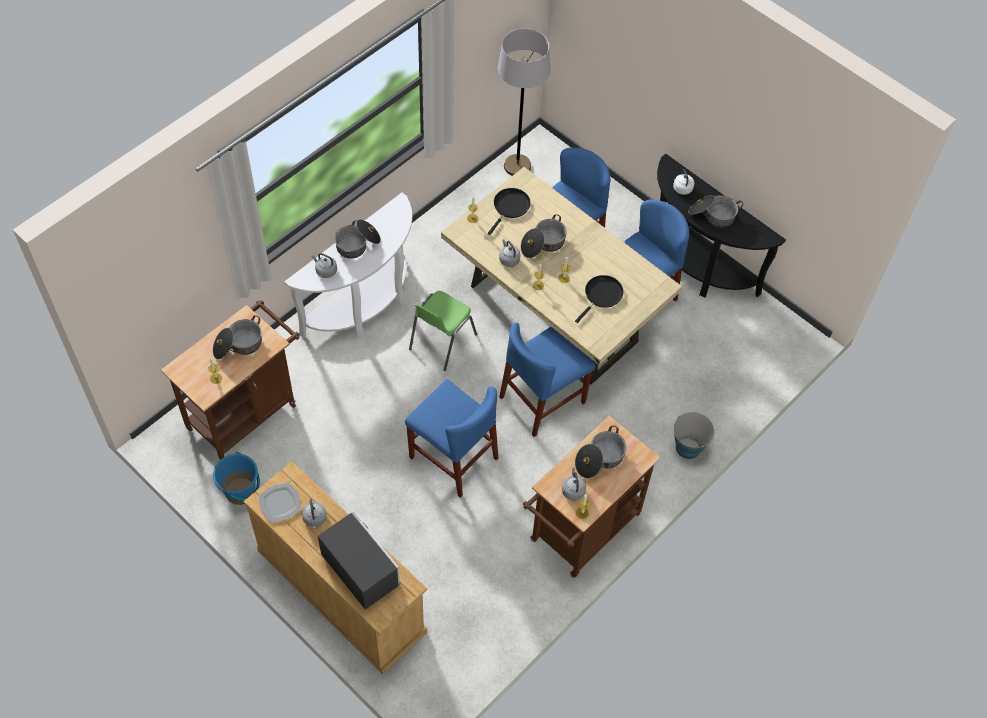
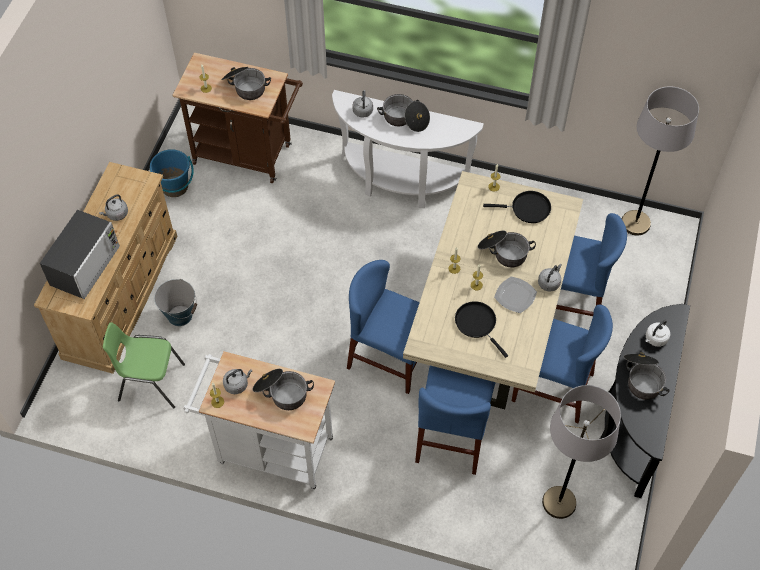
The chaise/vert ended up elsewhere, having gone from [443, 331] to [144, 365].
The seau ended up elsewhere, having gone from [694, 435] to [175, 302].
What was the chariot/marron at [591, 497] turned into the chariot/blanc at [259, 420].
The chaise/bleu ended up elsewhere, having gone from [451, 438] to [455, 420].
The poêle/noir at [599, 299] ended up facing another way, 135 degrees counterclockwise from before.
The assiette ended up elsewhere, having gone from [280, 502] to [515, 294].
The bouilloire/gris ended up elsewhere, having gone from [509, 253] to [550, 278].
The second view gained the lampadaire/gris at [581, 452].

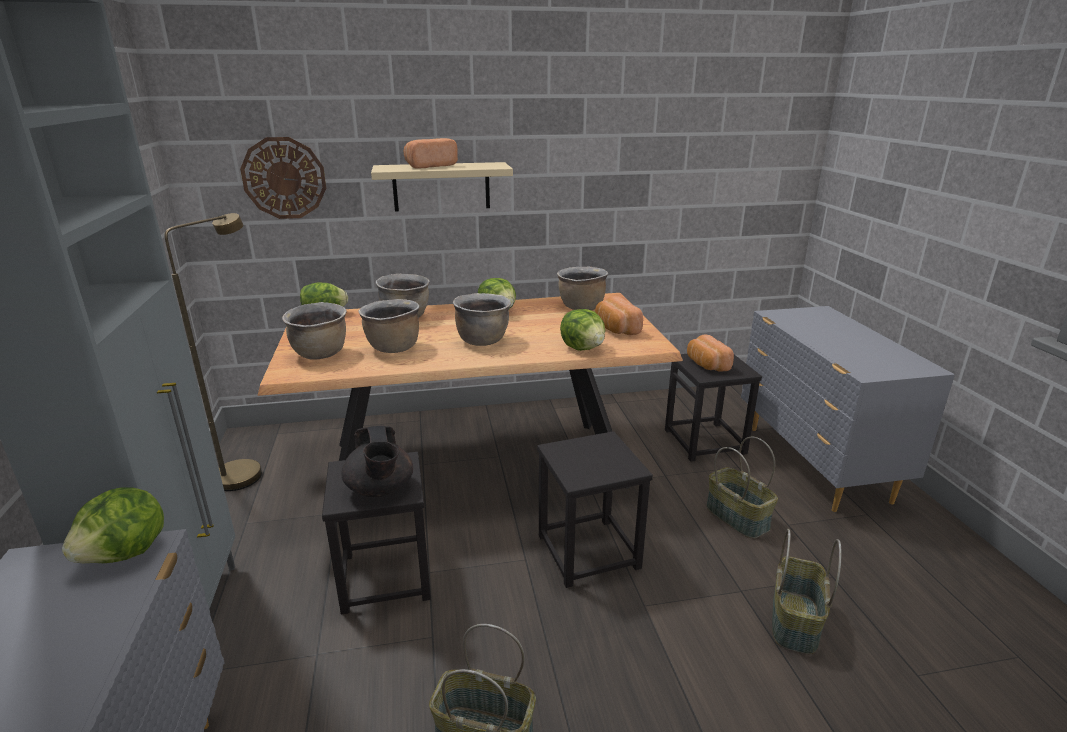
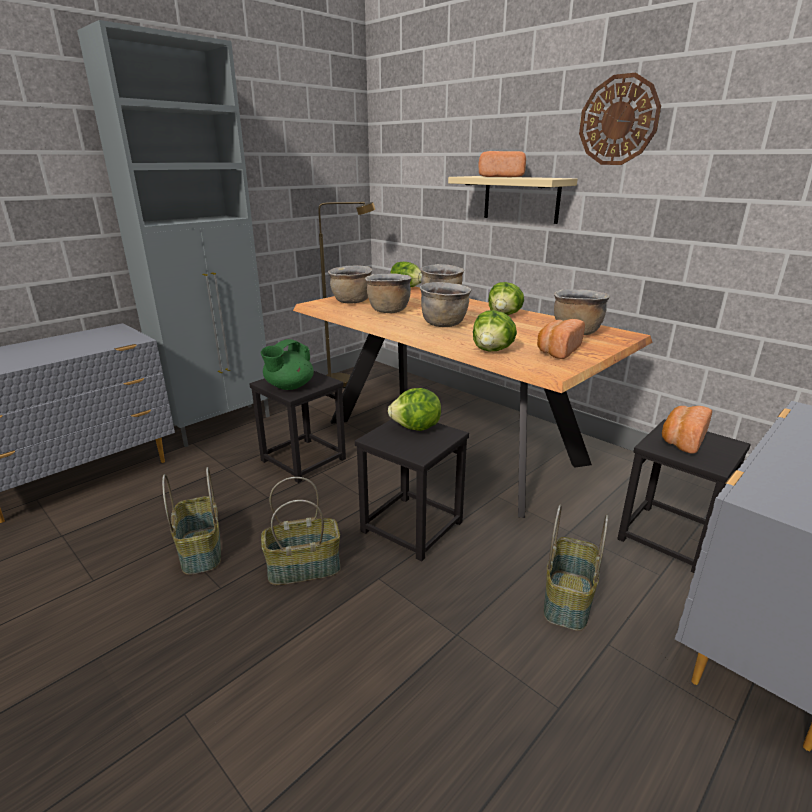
What was the théière/noir at [377, 461] turned into the théière/vert at [287, 364].
The panier ended up elsewhere, having gone from [807, 592] to [301, 531].
The laitue ended up elsewhere, having gone from [113, 525] to [414, 409].
The horloge murale ended up elsewhere, having gone from [283, 178] to [620, 119].

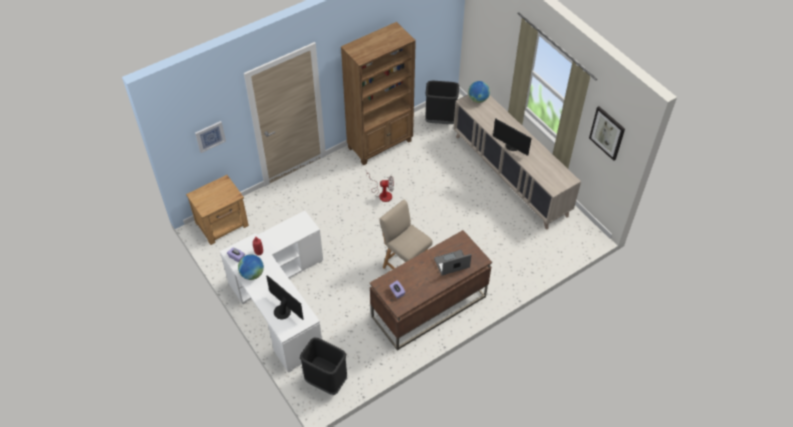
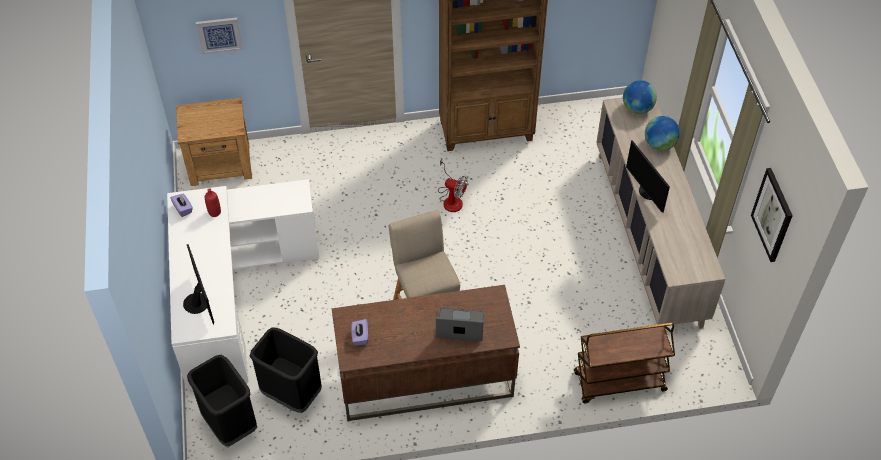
The poubelle/noir ended up elsewhere, having gone from [442, 102] to [286, 370].
The second view gained the chariot/marron at [624, 363].
The globe ended up elsewhere, having gone from [251, 267] to [662, 133].

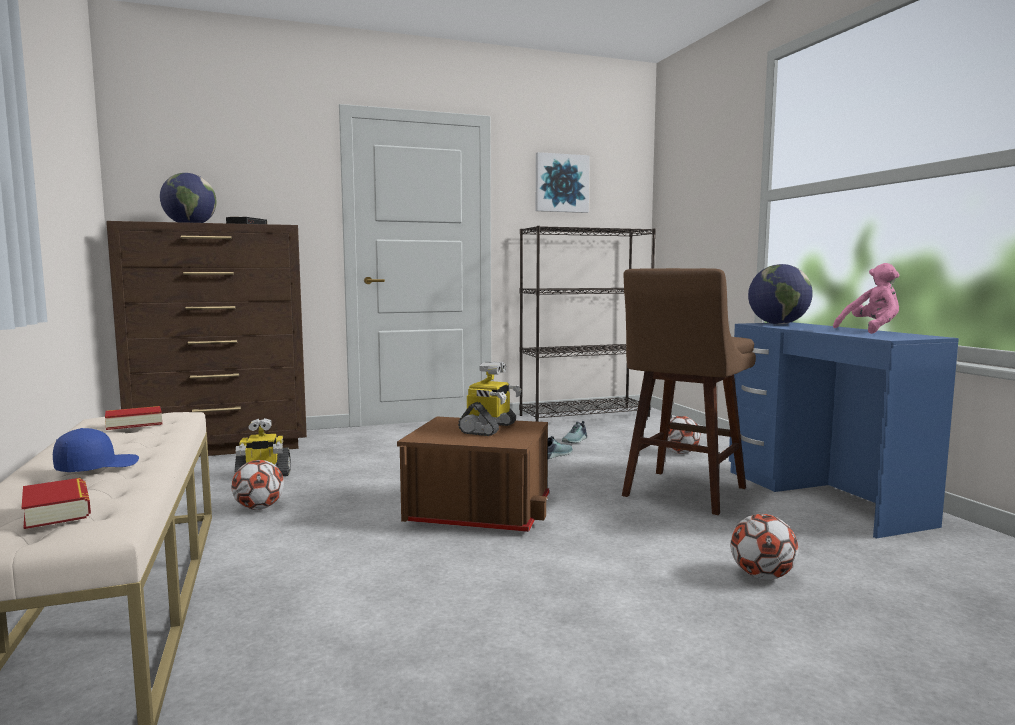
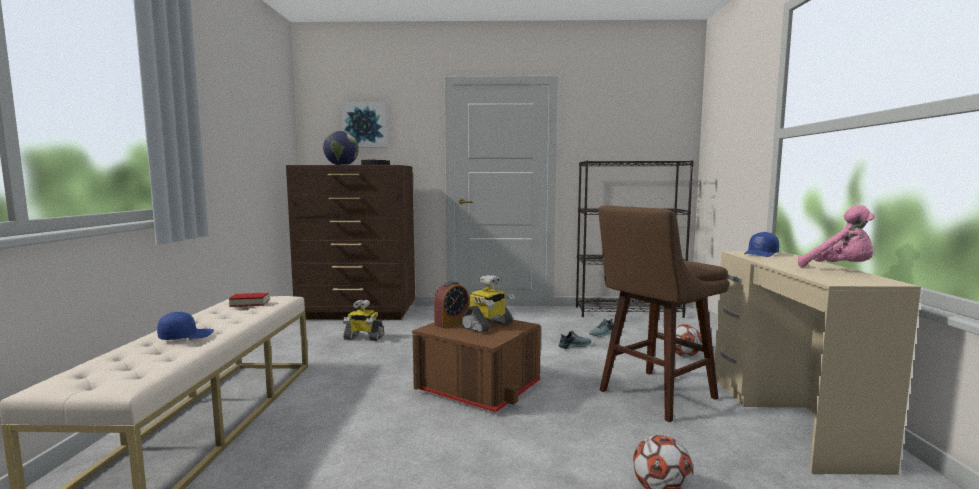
The tableau ended up elsewhere, having gone from [563, 182] to [364, 125].
The second view gained the réveil at [451, 304].
What was the bureau/bleu at [844, 430] turned into the bureau/beige at [817, 363].
Where the globe stood at [780, 294], the casquette/bleu came to stand at [761, 244].
The peluche/rose at [866, 298] ended up facing another way, 60 degrees clockwise from before.
The second view lost the livre at [56, 503].
The second view lost the ballon de foot at [257, 485].

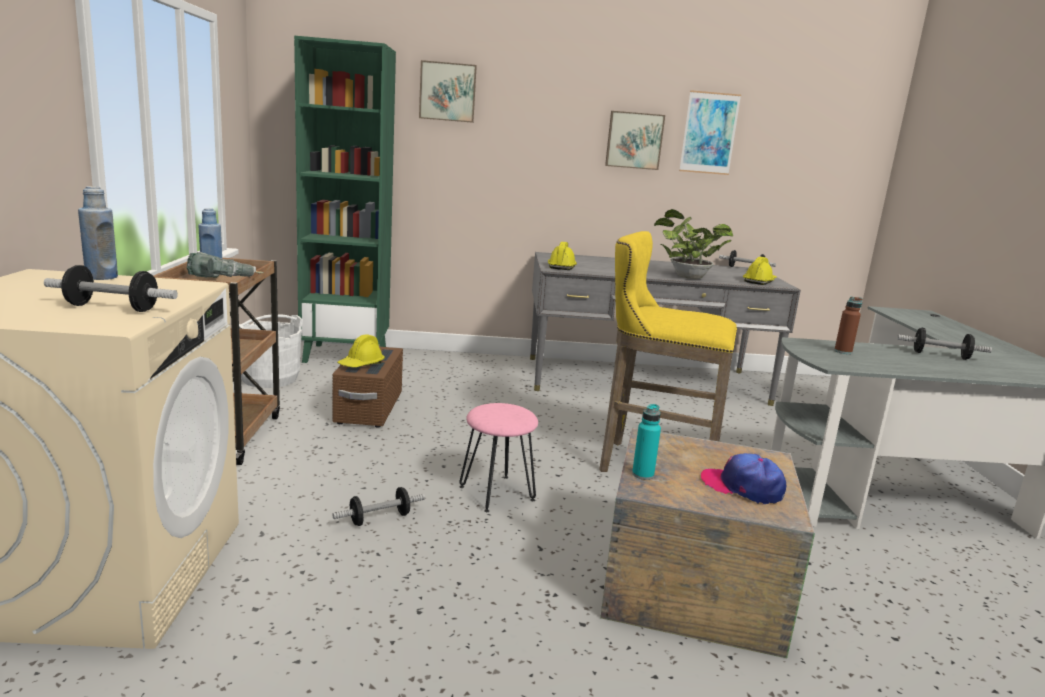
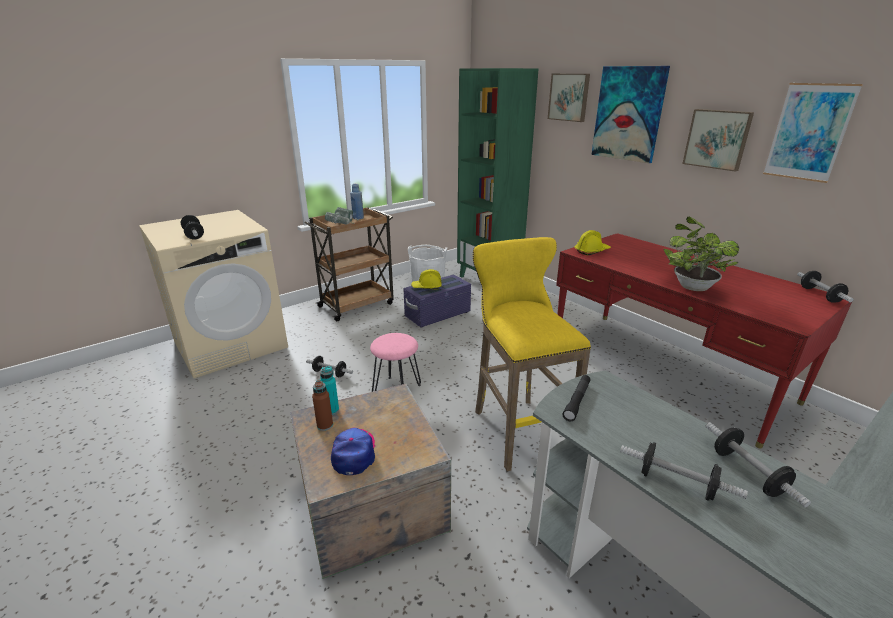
The bouteille/marron ended up elsewhere, having gone from [848, 325] to [322, 405].
What was the boîte de rangement/marron at [367, 387] turned into the boîte de rangement/violet at [437, 301].
What was the bureau/gris at [665, 329] turned into the bureau/rouge at [704, 341].
The second view gained the lampe de poche/noir at [576, 398].
The second view gained the tableau at [630, 114].
The second view gained the haltère at [684, 471].
The second view lost the bouteille/bleu at [98, 233].
The second view lost the casque de chantier/jaune at [760, 271].

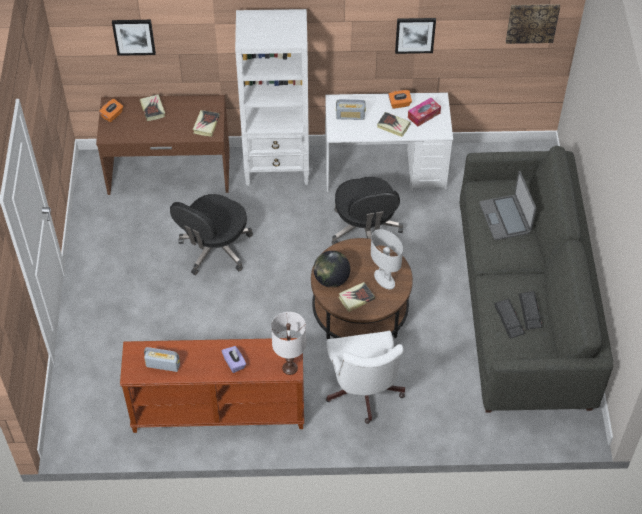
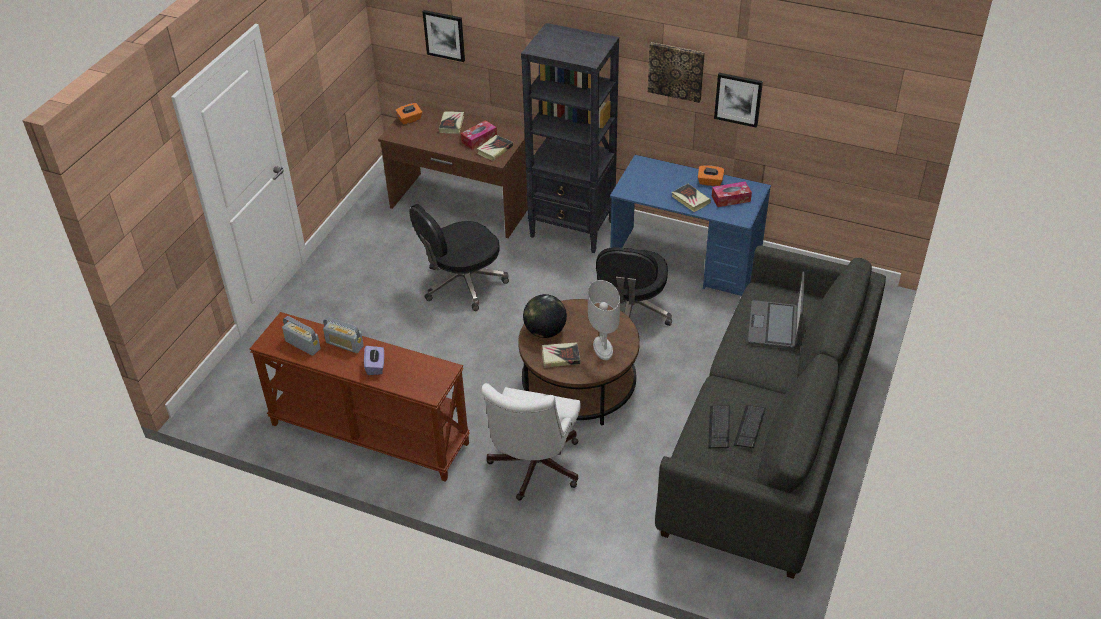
The radio ended up elsewhere, having gone from [351, 109] to [343, 335].
The second view gained the boîte à mouchoirs at [478, 135].
What was the bibliothèque/blanc at [272, 97] turned into the bibliothèque/noir at [570, 138].
What was the bureau/blanc at [389, 142] turned into the bureau/bleu at [690, 226].
The tableau ended up elsewhere, having gone from [533, 24] to [676, 72].
The second view lost the lampe de table/blanc at [288, 343].

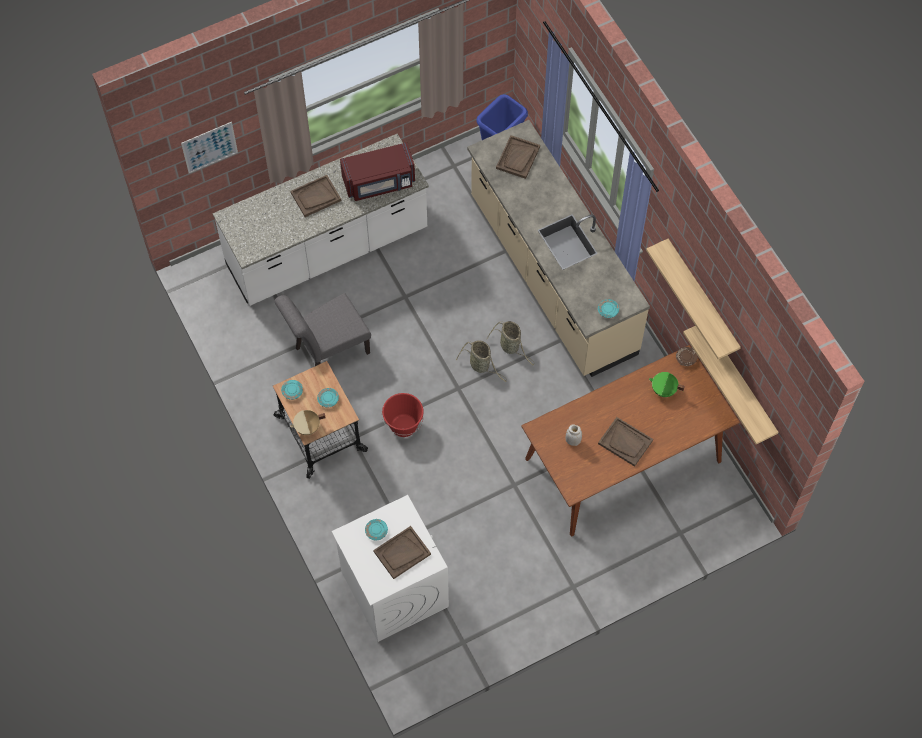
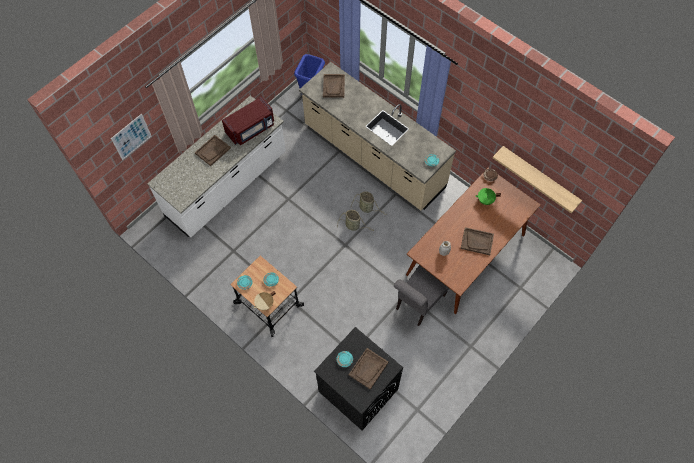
What was the lave-linge/blanc at [390, 568] turned into the lave-linge/noir at [358, 378].
The chaise/gris ended up elsewhere, having gone from [322, 329] to [421, 295].
The second view lost the seau/rouge at [403, 415].
The second view lost the étagère at [693, 299].

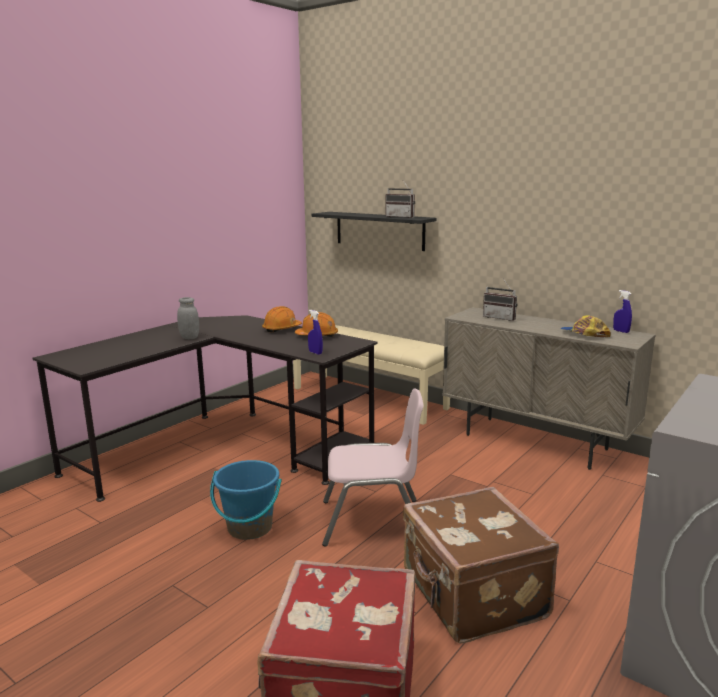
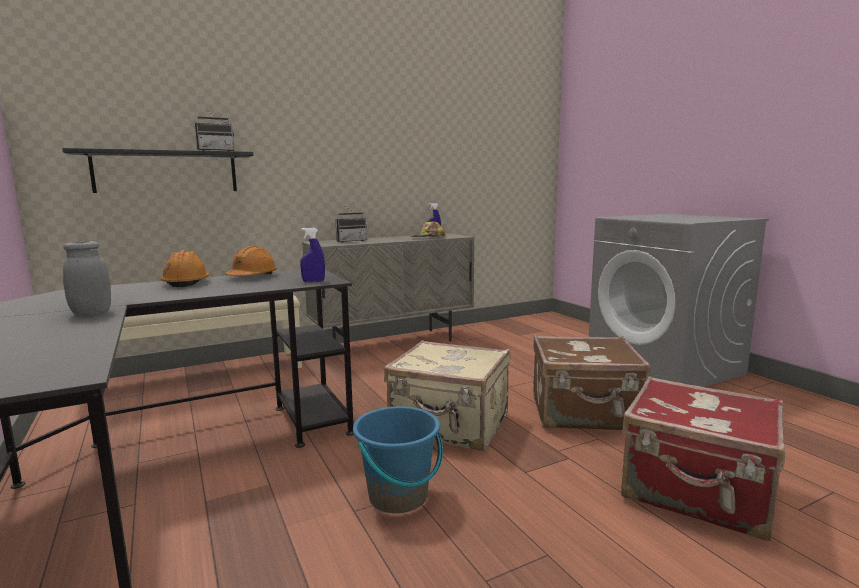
Where the chaise/rose stood at [373, 467], the valise/beige came to stand at [447, 395].

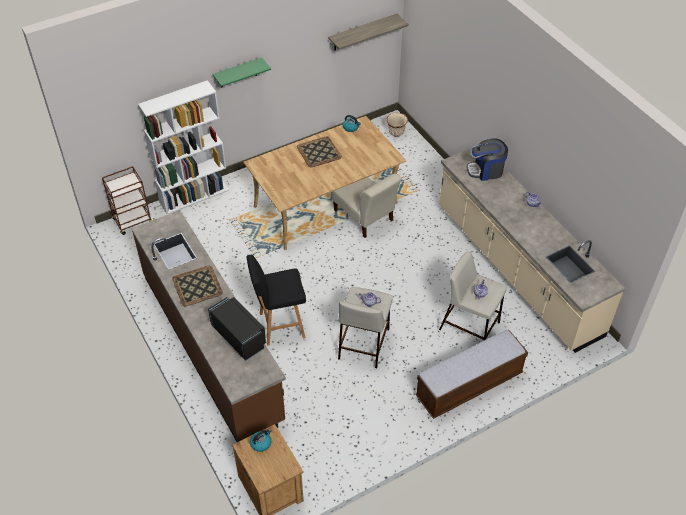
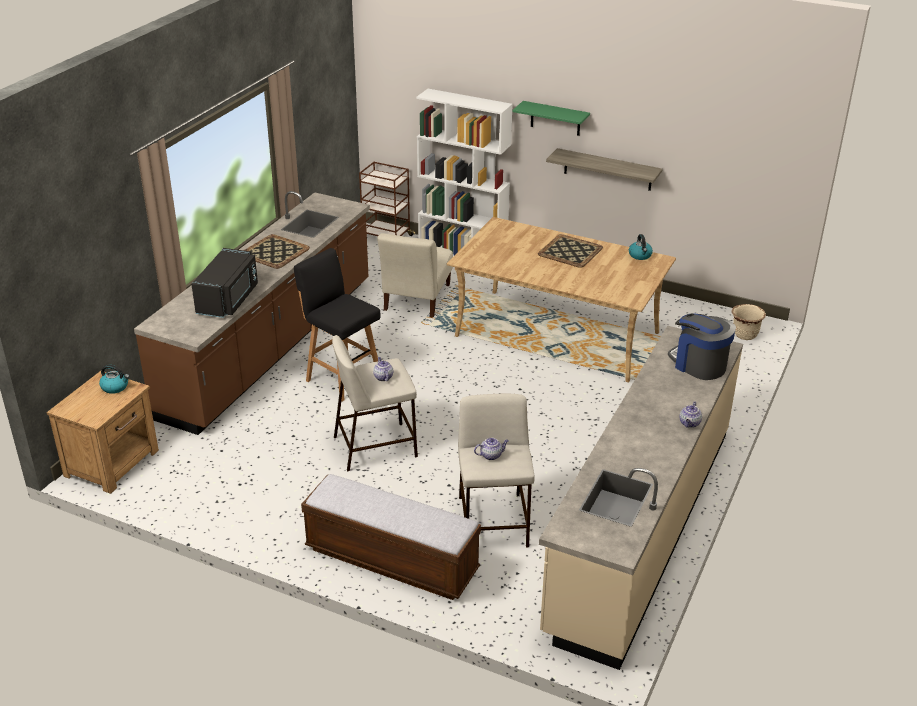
The chaise/beige ended up elsewhere, having gone from [367, 206] to [415, 275].
The étagère ended up elsewhere, having gone from [368, 32] to [604, 169].

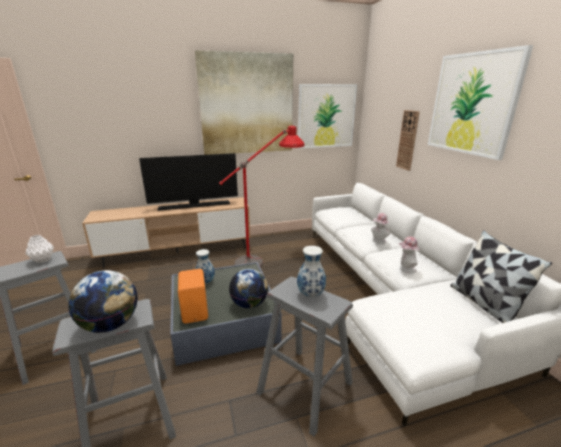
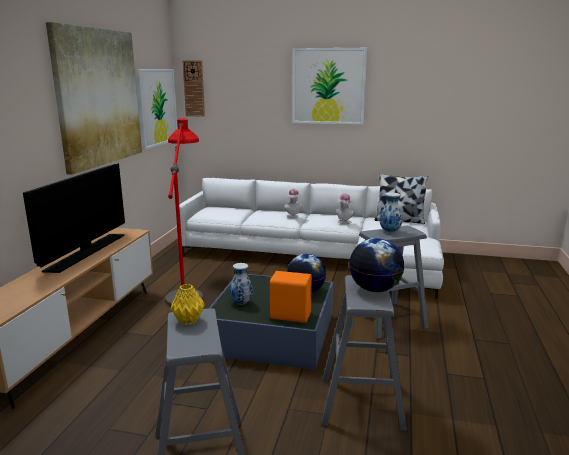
What was the vase/blanc at [39, 249] turned into the vase/jaune at [188, 304].
The horloge murale ended up elsewhere, having gone from [408, 140] to [194, 88].

